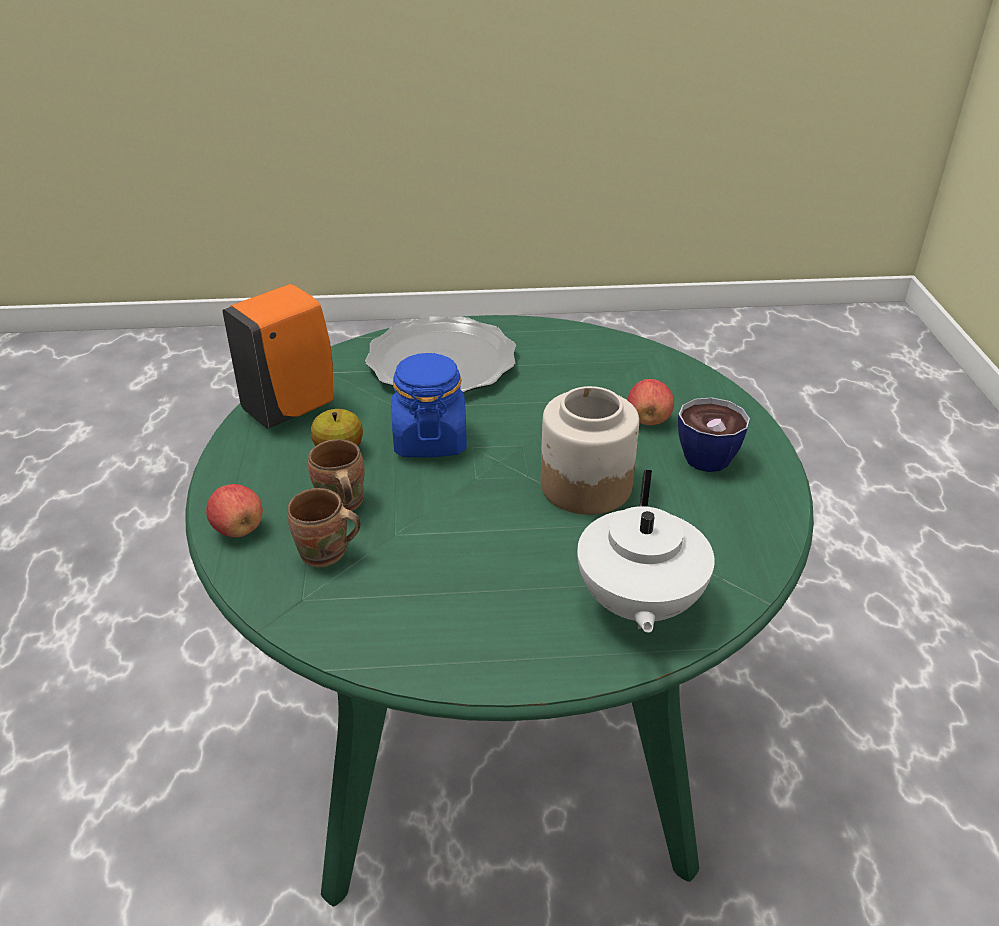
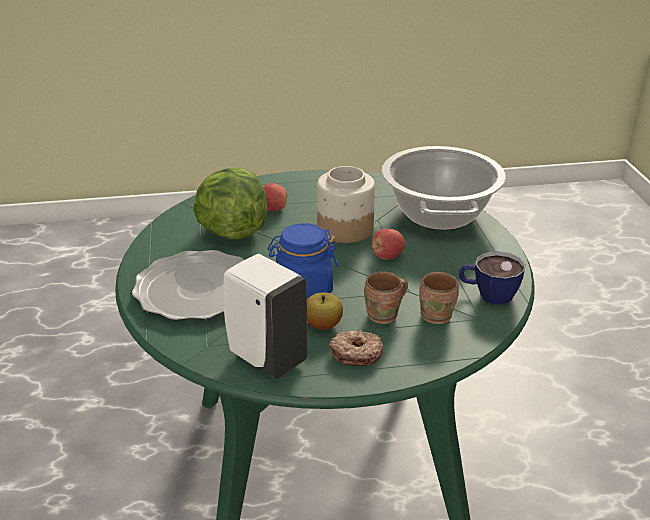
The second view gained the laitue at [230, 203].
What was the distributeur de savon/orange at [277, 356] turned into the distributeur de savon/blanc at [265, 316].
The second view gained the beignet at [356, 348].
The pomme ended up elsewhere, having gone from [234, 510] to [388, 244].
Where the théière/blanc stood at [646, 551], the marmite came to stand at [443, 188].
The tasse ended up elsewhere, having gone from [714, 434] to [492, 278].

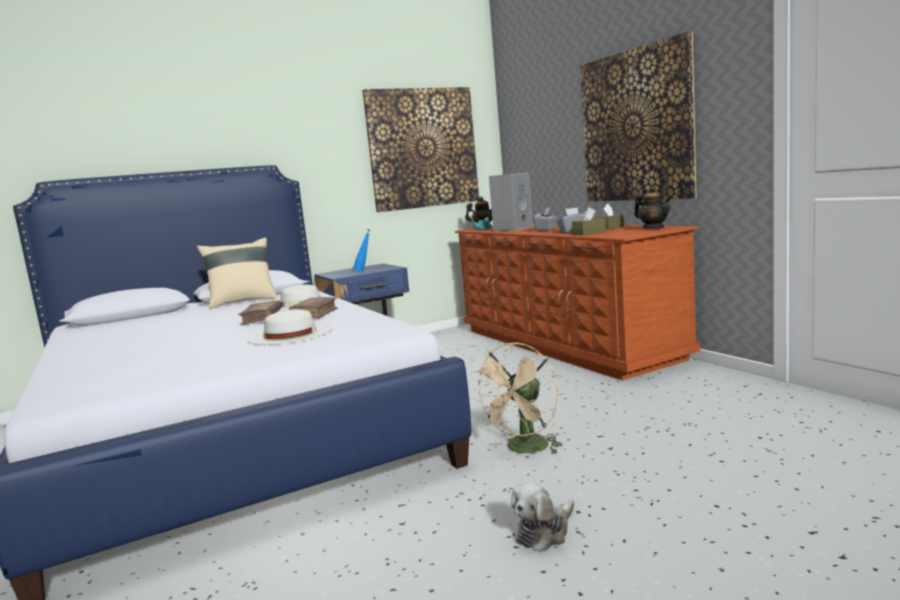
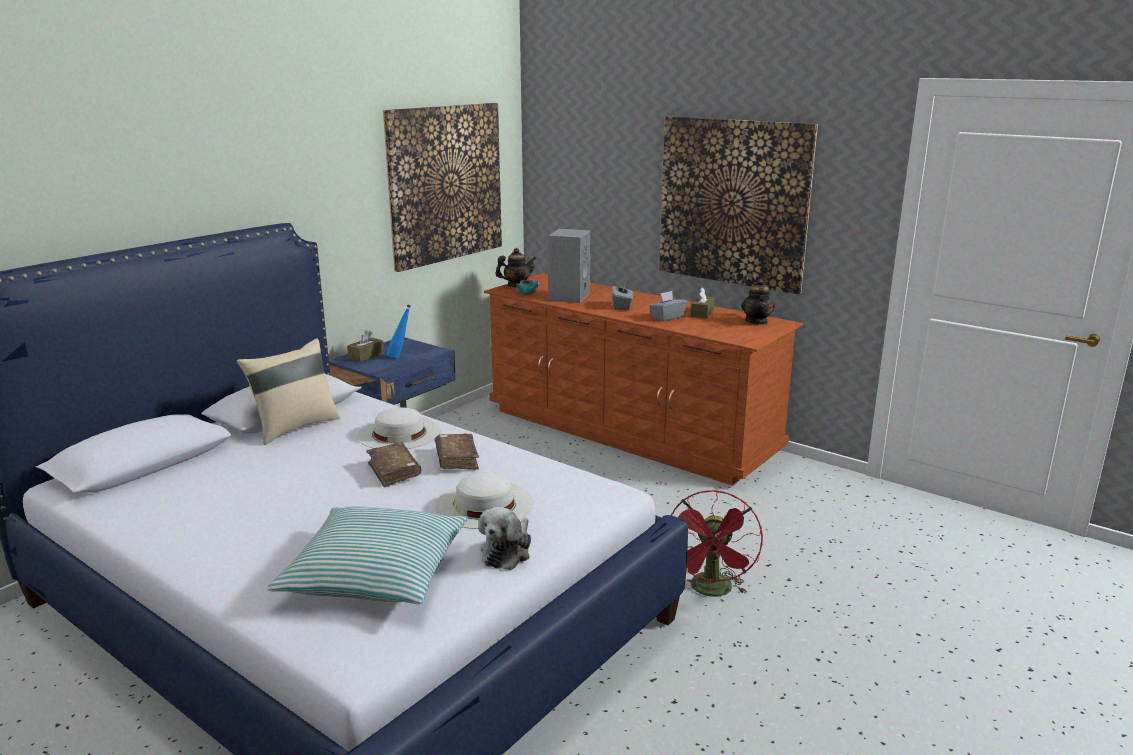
The second view gained the coussin at [367, 555].
The boîte à mouchoirs/marron ended up elsewhere, having gone from [589, 221] to [365, 346].
The peluche ended up elsewhere, having gone from [542, 517] to [504, 538].
What was the ventilateur/beige at [517, 398] turned into the ventilateur/rouge at [717, 543].
The théière at [653, 207] ended up facing another way, 60 degrees clockwise from before.

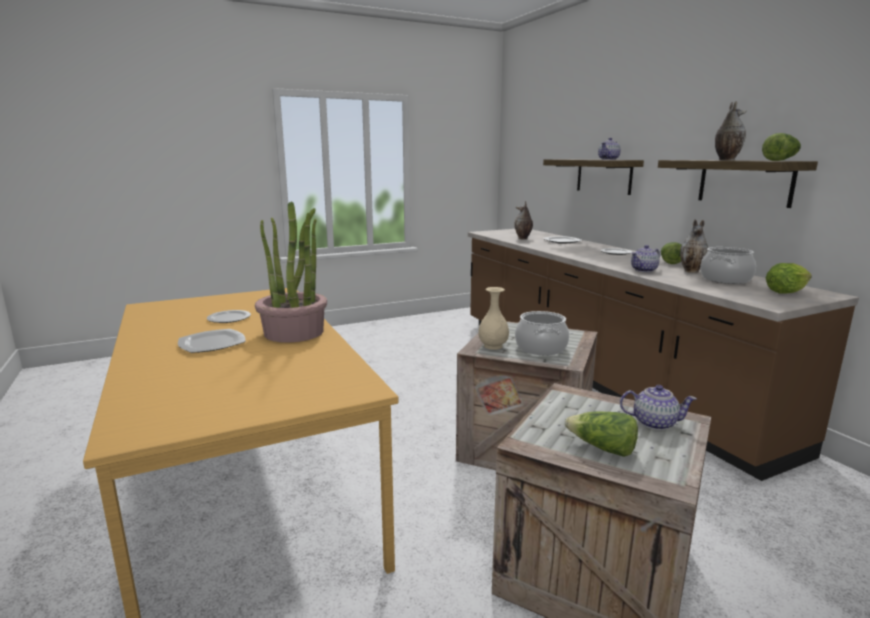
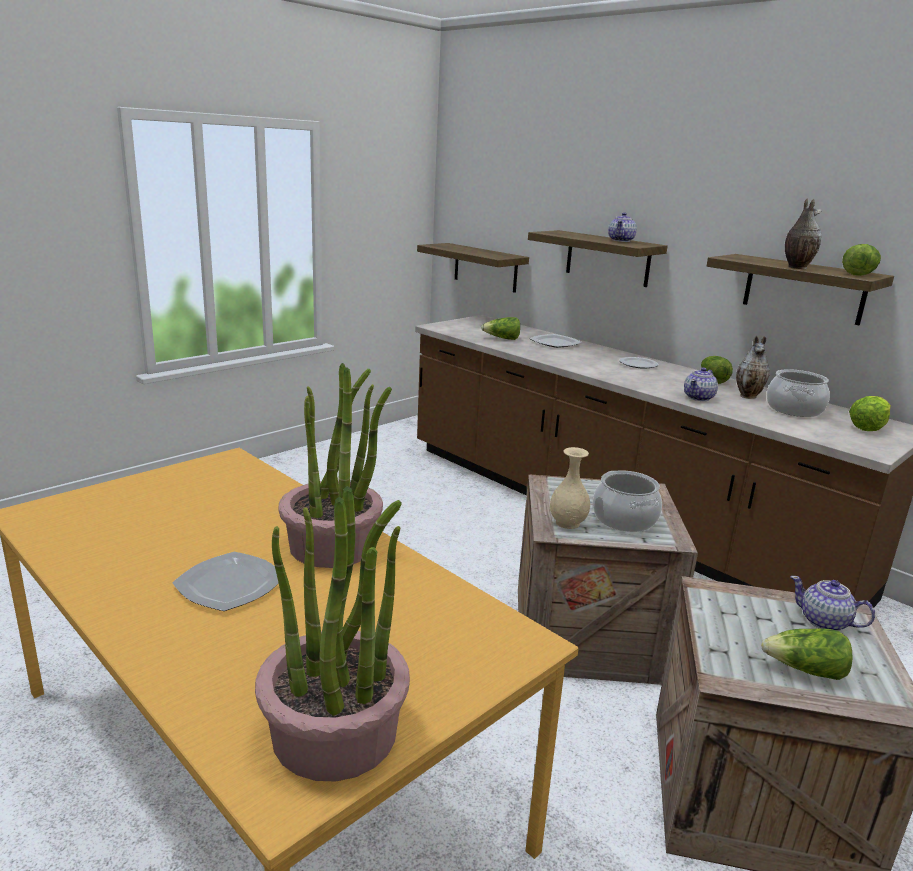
The second view gained the plante en pot at [332, 633].
The second view gained the étagère at [473, 268].
Where the vase stood at [523, 220], the laitue came to stand at [500, 328].
The théière at [658, 407] ended up facing another way, 135 degrees counterclockwise from before.
The second view lost the assiette at [229, 316].

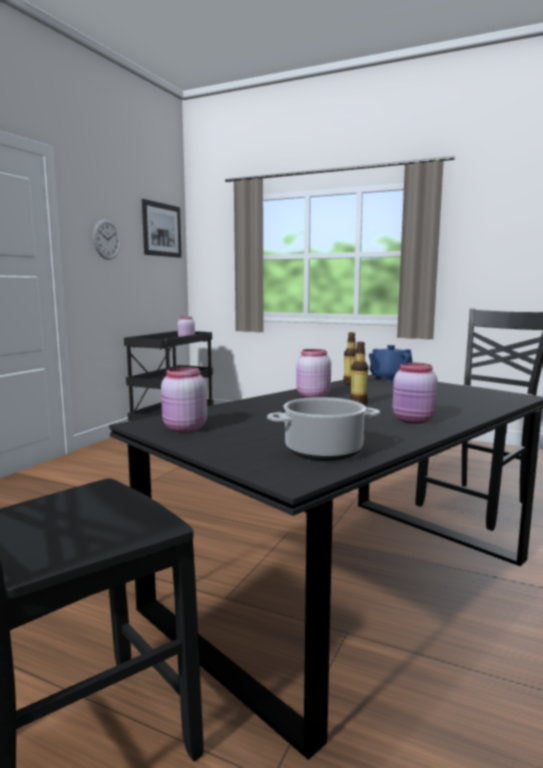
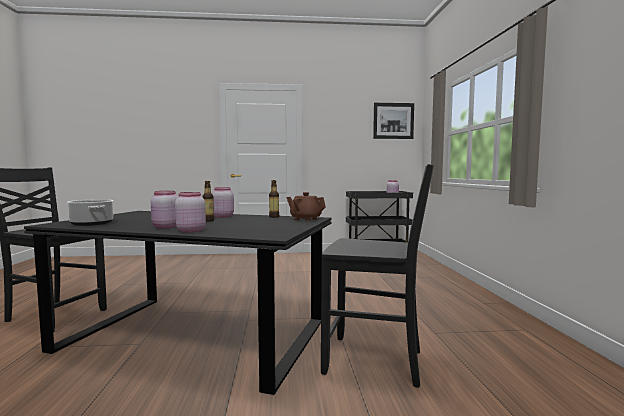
The bocal/rose ended up elsewhere, having gone from [184, 399] to [190, 212].
What was the théière/bleu at [391, 363] turned into the théière/marron at [306, 206].
The second view lost the horloge murale at [107, 239].

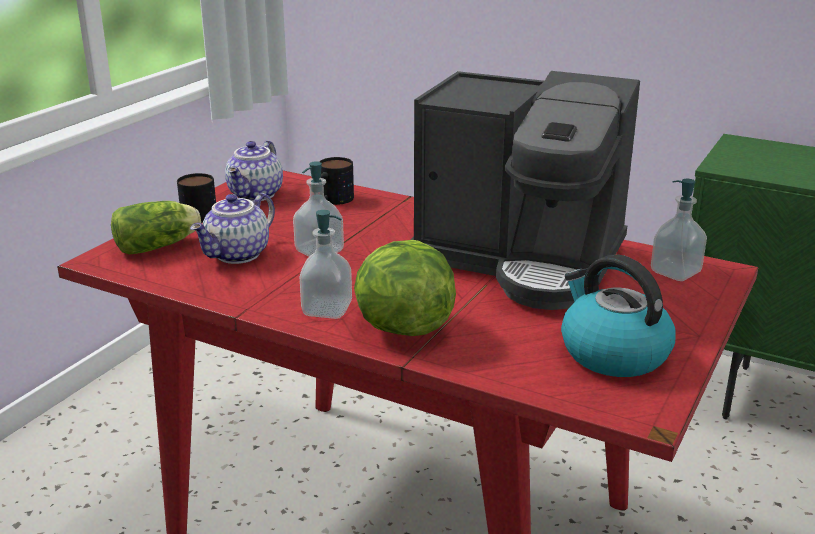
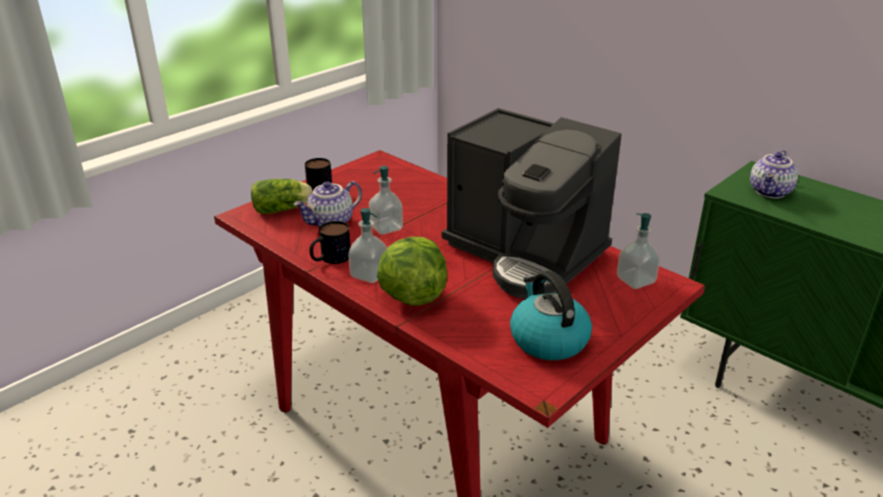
The mug ended up elsewhere, having gone from [336, 181] to [330, 242].
The théière ended up elsewhere, having gone from [254, 171] to [774, 174].

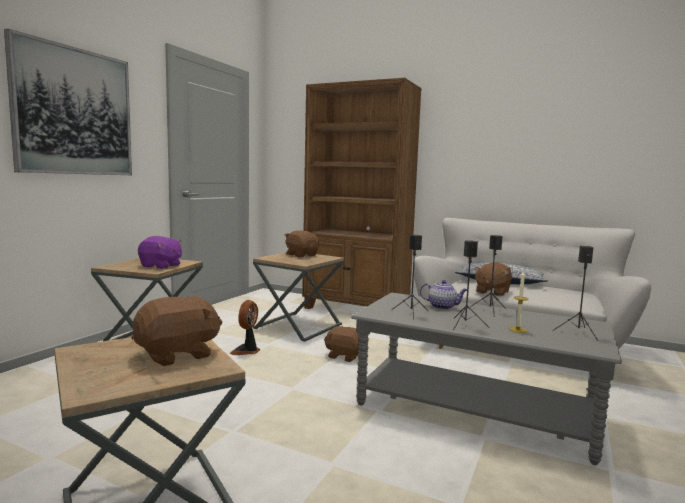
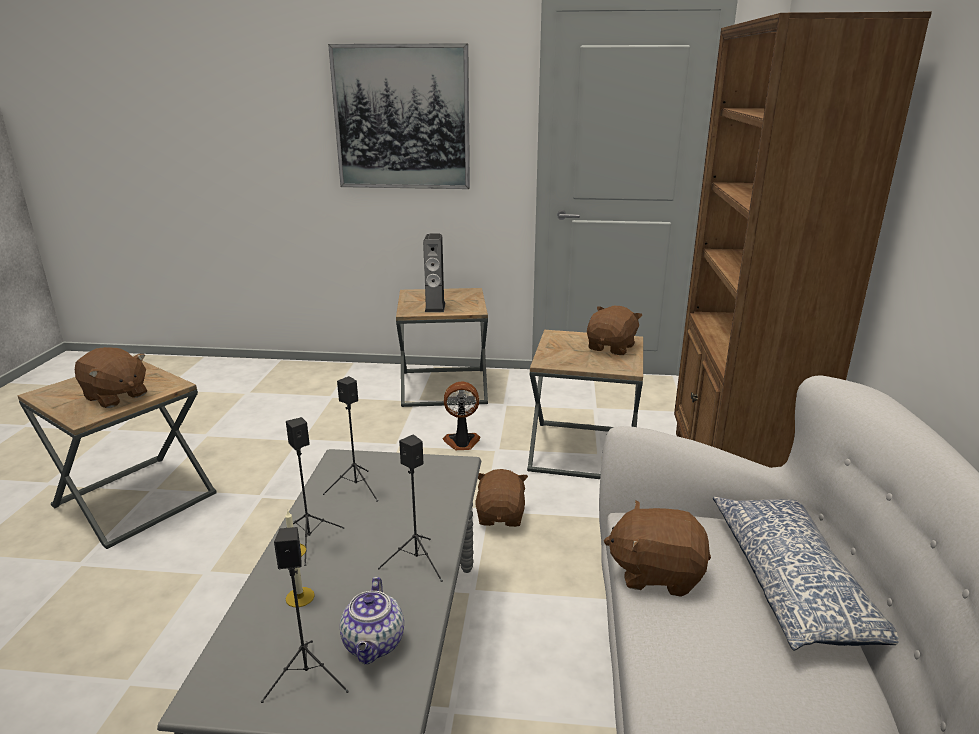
The théière ended up elsewhere, having gone from [443, 295] to [372, 620].
Where the peluche/violet stood at [160, 252], the enceinte came to stand at [434, 273].

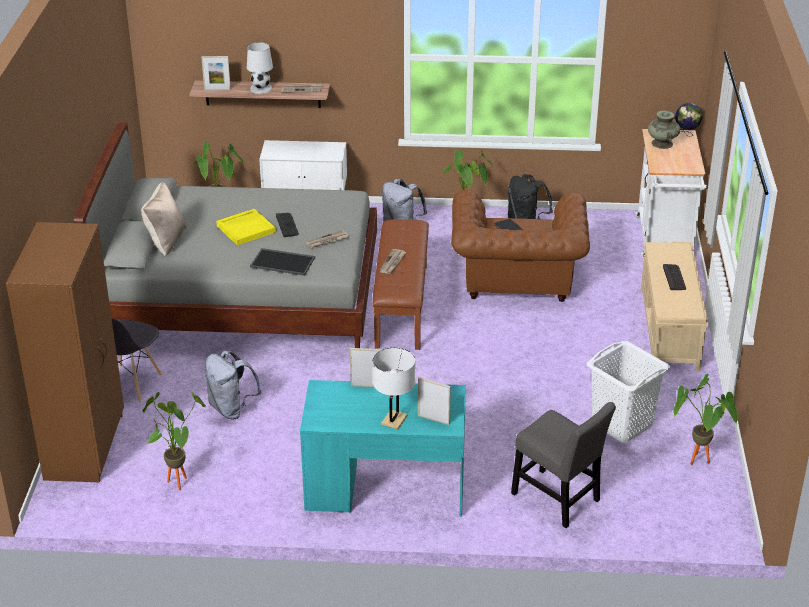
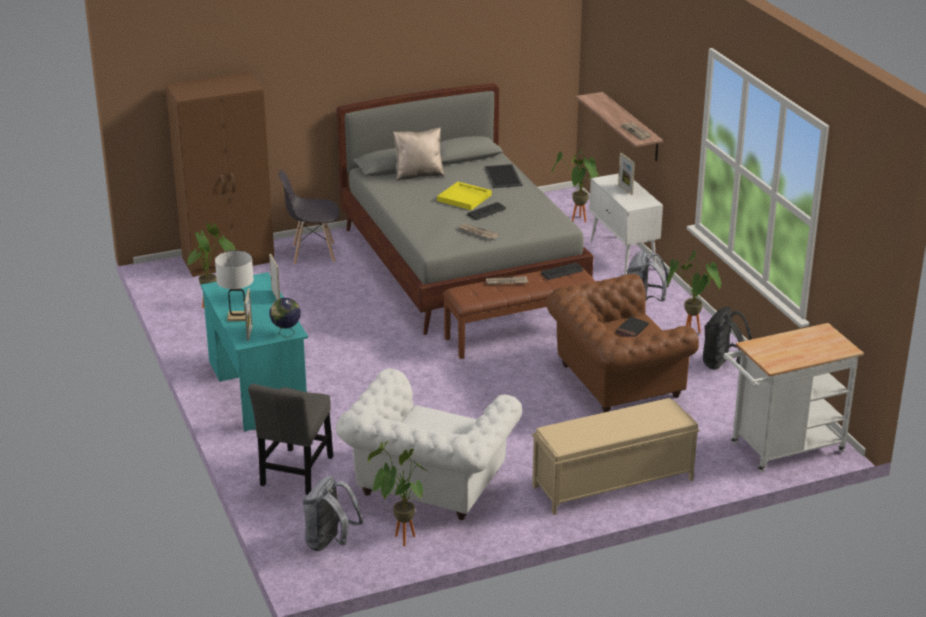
The globe ended up elsewhere, having gone from [689, 120] to [285, 318].
The sac à dos/gris ended up elsewhere, having gone from [233, 385] to [333, 513].
Where the panier à linge/blanc stood at [628, 392], the fauteuil/blanc came to stand at [429, 444].
The plateau ended up elsewhere, having gone from [282, 262] to [503, 176].
The clavier ended up elsewhere, having gone from [674, 277] to [562, 271].
The cadre photo ended up elsewhere, having gone from [216, 73] to [626, 174].
The second view lost the lampe de table/blanc at [260, 68].
The second view lost the vase/turquoise at [664, 130].

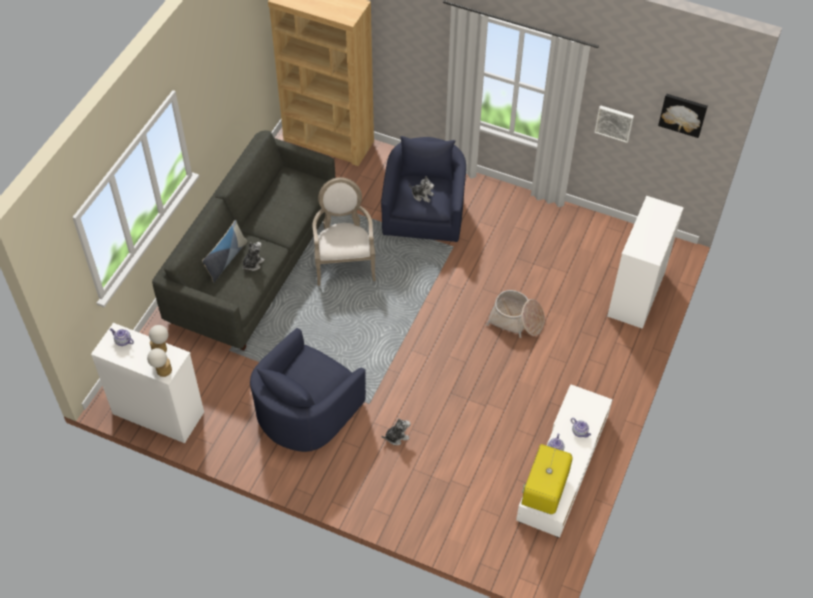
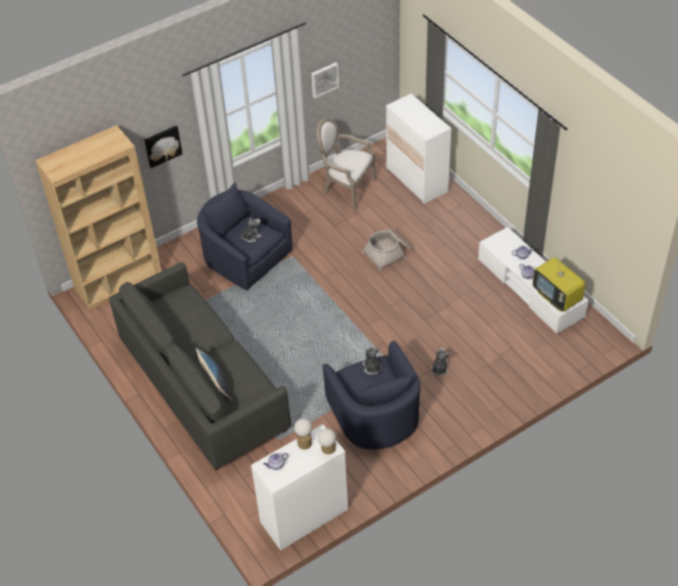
The tableau ended up elsewhere, having gone from [683, 116] to [163, 147].
The fauteuil ended up elsewhere, having gone from [344, 231] to [346, 164].
The peluche ended up elsewhere, having gone from [253, 256] to [371, 360].

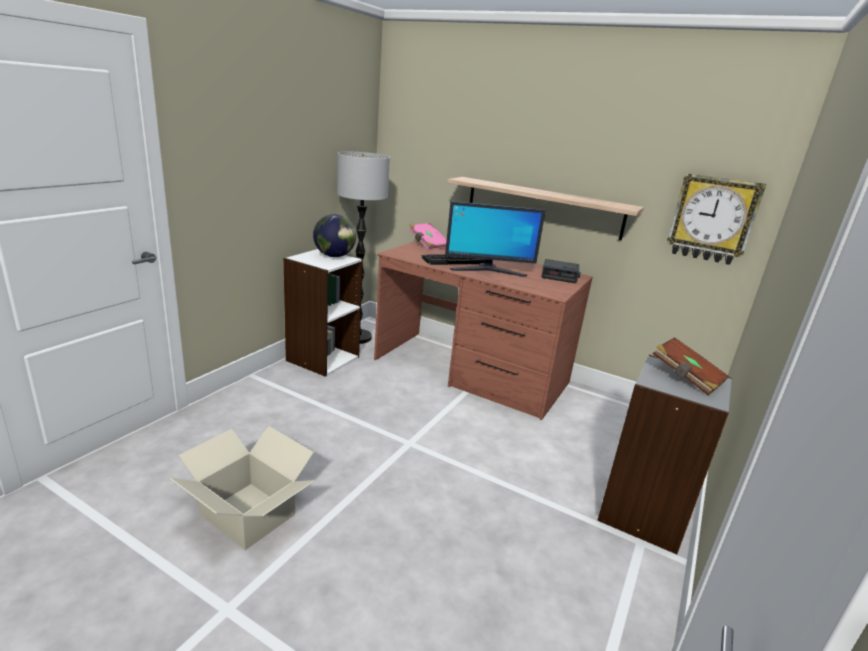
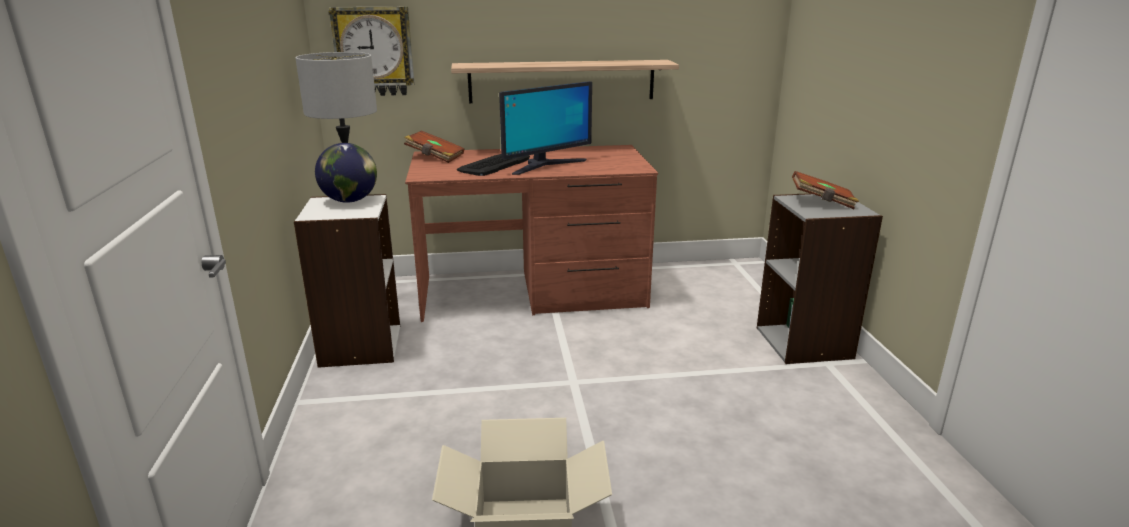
The horloge murale ended up elsewhere, having gone from [716, 219] to [371, 51].
What was the livre/rose at [428, 236] turned into the livre/marron at [434, 147].
The second view lost the réveil at [561, 271].

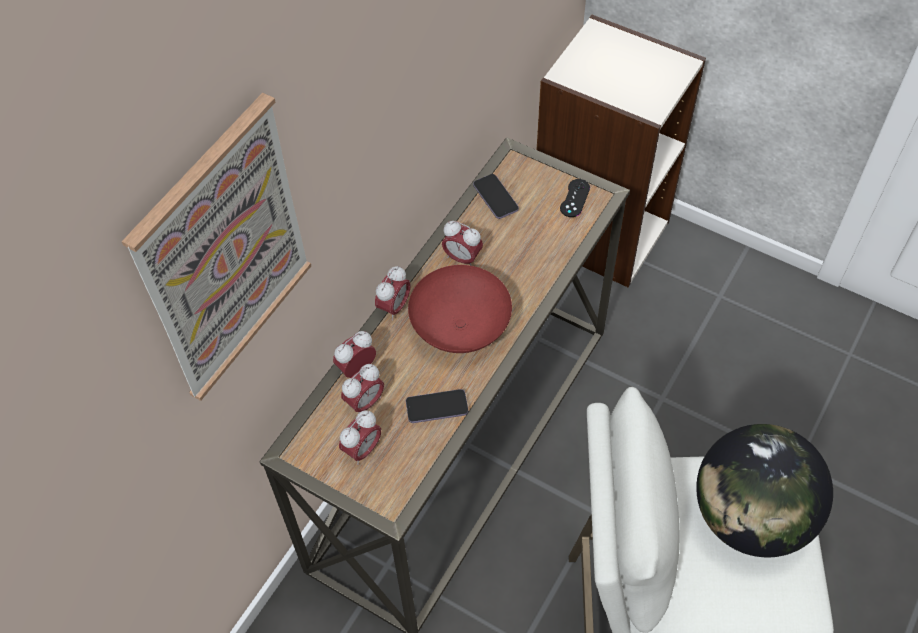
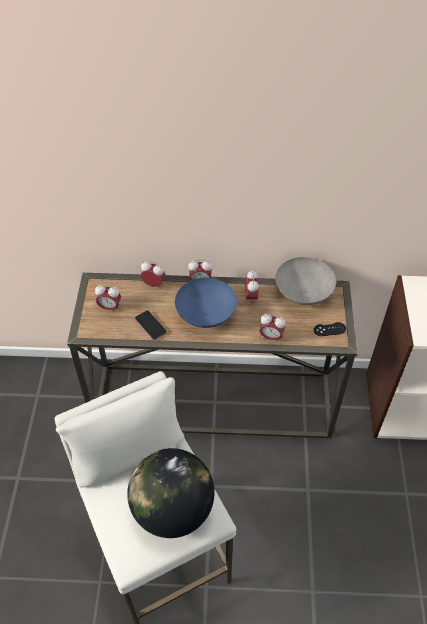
What was the bol/rouge at [460, 309] turned into the bol/bleu at [206, 303].
The réveil ended up elsewhere, having gone from [362, 389] to [272, 328].
Where the téléphone stood at [496, 196], the bol/gris came to stand at [305, 281].
The second view lost the tableau at [216, 247].

